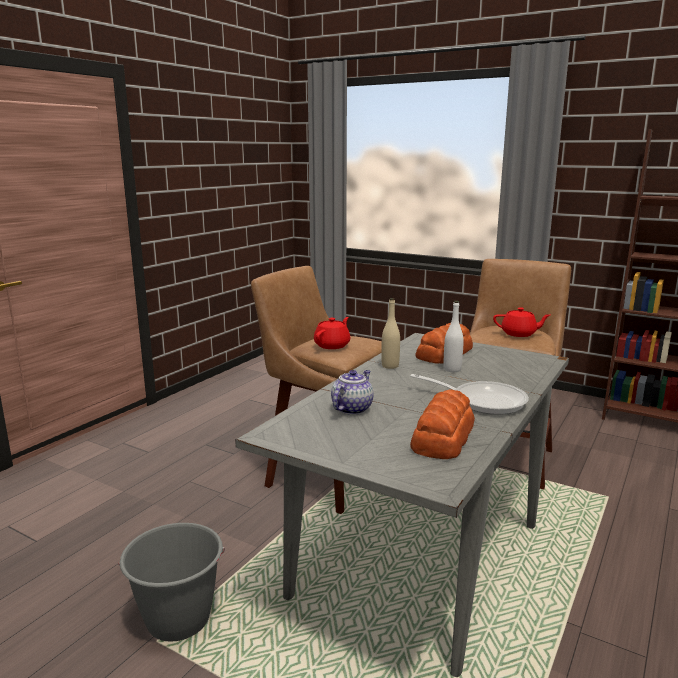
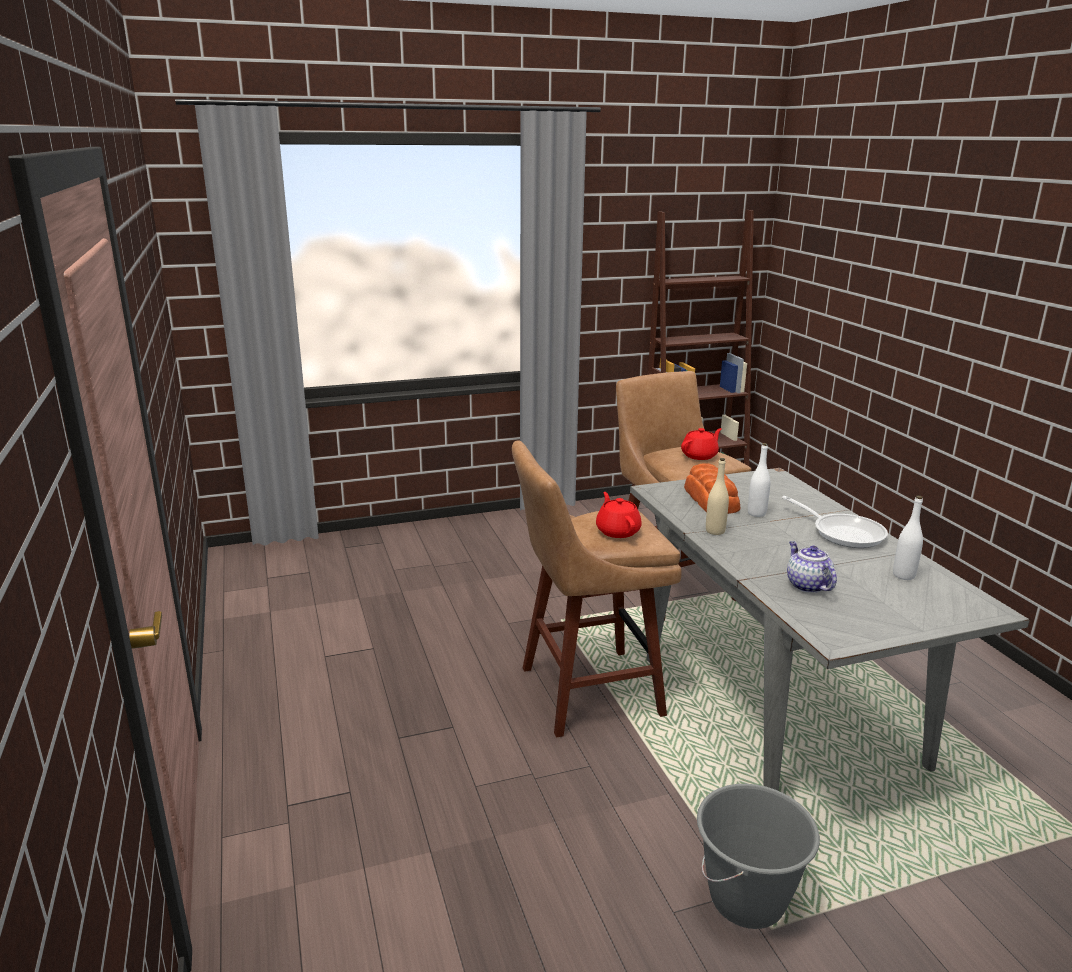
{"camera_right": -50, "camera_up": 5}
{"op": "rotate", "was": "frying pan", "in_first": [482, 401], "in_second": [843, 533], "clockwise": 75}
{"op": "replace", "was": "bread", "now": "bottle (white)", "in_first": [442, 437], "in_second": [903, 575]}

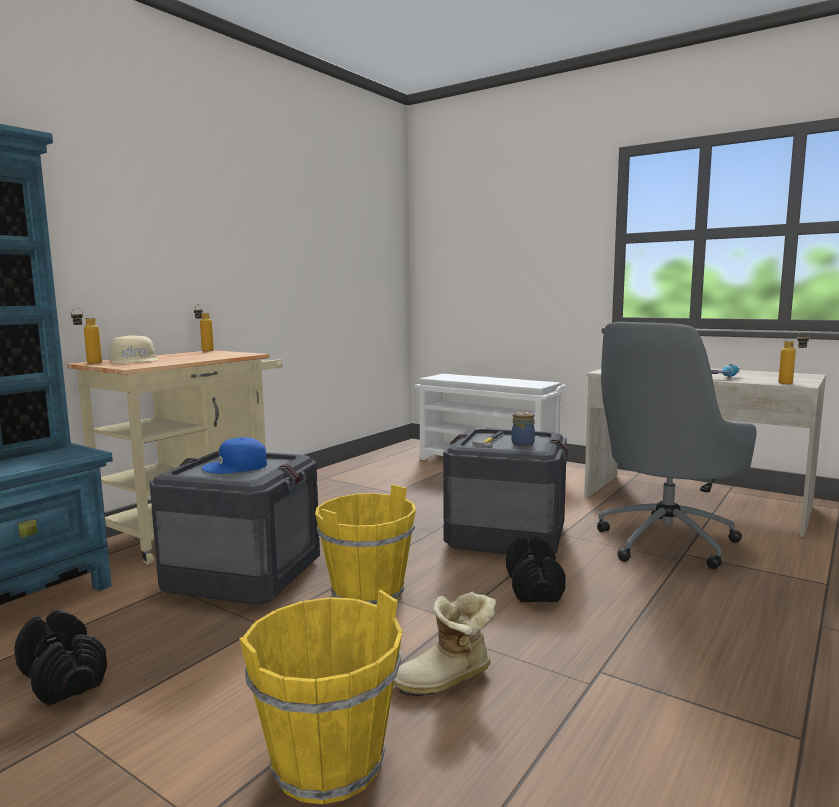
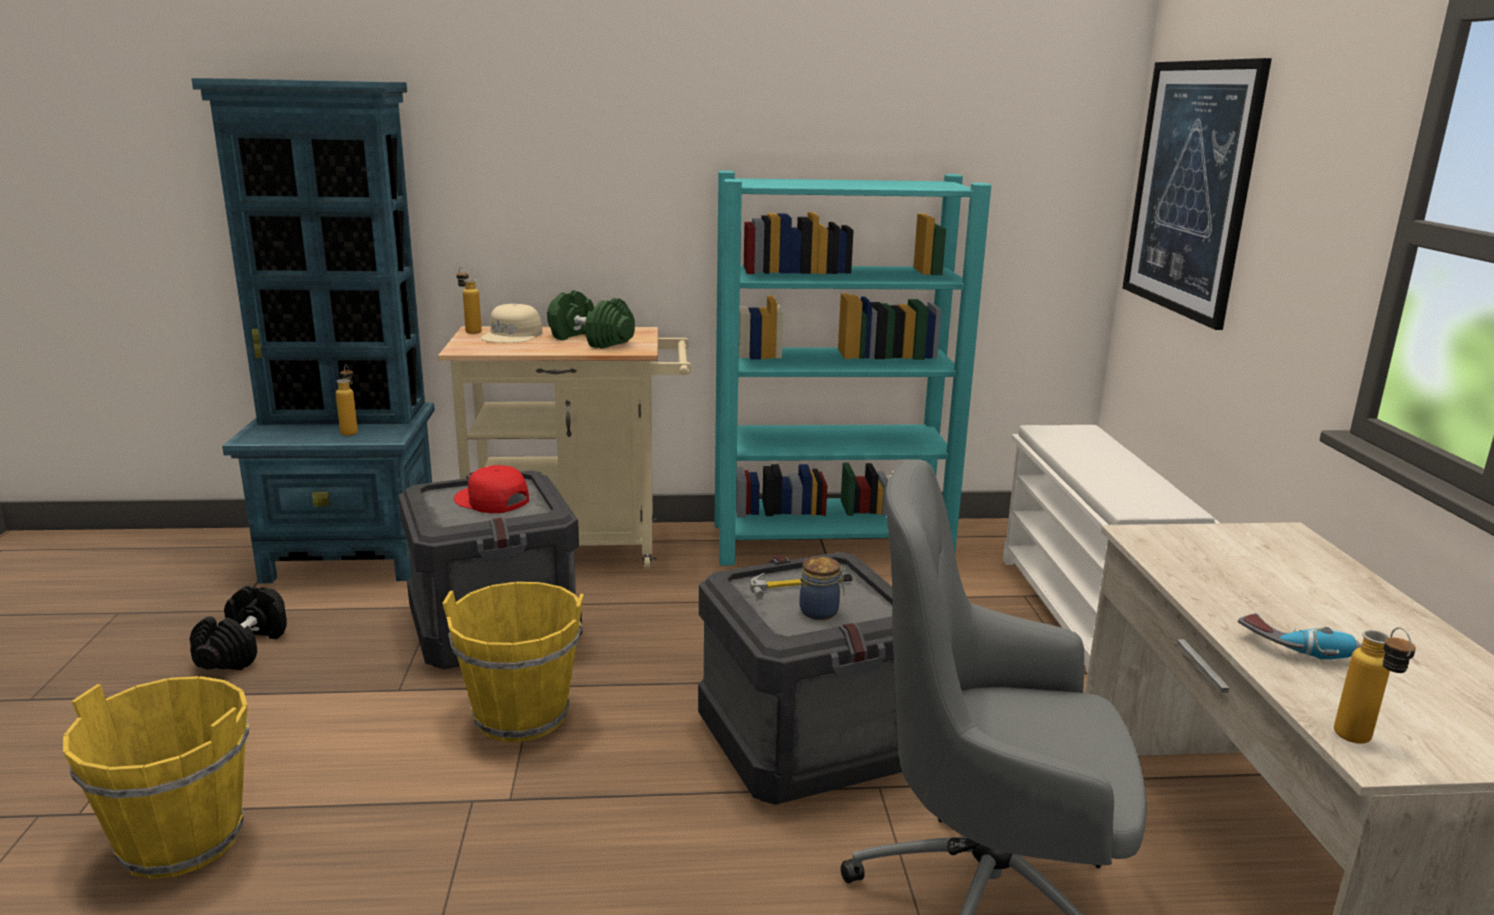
{"camera_right": 50, "camera_up": 10}
{"op": "move", "was": "bottle", "in_first": [204, 350], "in_second": [350, 431]}
{"op": "recolor", "was": "cap (blue)", "now": "cap (red)", "in_first": [236, 466], "in_second": [491, 500]}
{"op": "delete", "was": "boot", "in_first": [447, 680]}
{"op": "delete", "was": "dumbbell (black)", "in_first": [534, 587]}
{"op": "insert", "now": "dumbbell (green)", "in_second": [590, 340]}
{"op": "insert", "now": "bookcase (turquoise)", "in_second": [830, 541]}
{"op": "insert", "now": "picture", "in_second": [1190, 188]}

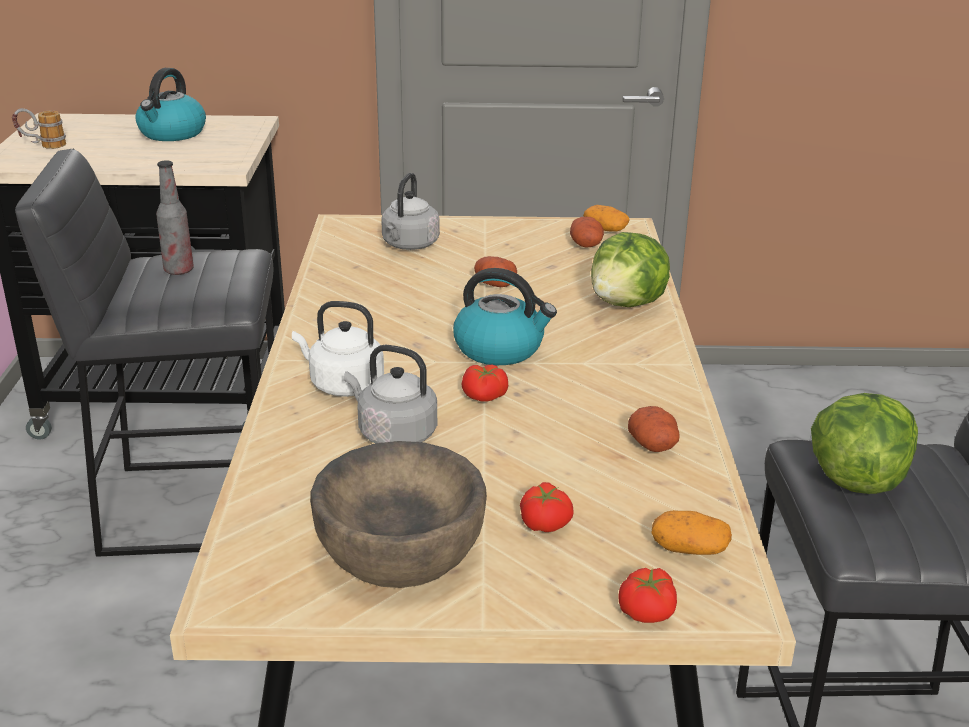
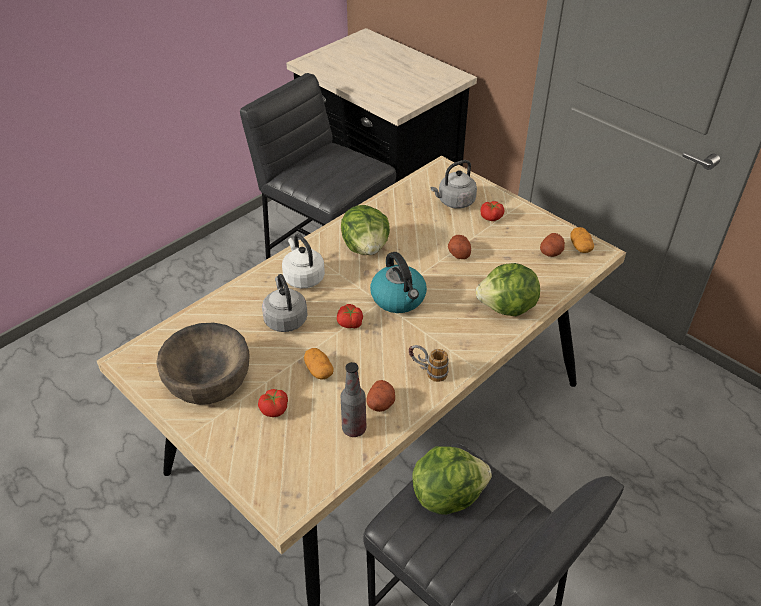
{"camera_right": 45, "camera_up": 15}
{"op": "move", "was": "mug", "in_first": [42, 146], "in_second": [427, 372]}
{"op": "delete", "was": "kettle", "in_first": [172, 133]}
{"op": "move", "was": "bottle", "in_first": [179, 270], "in_second": [354, 428]}
{"op": "move", "was": "tomato", "in_first": [648, 611], "in_second": [491, 217]}
{"op": "move", "was": "potato", "in_first": [689, 549], "in_second": [318, 370]}
{"op": "insert", "now": "lettuce", "in_second": [366, 248]}

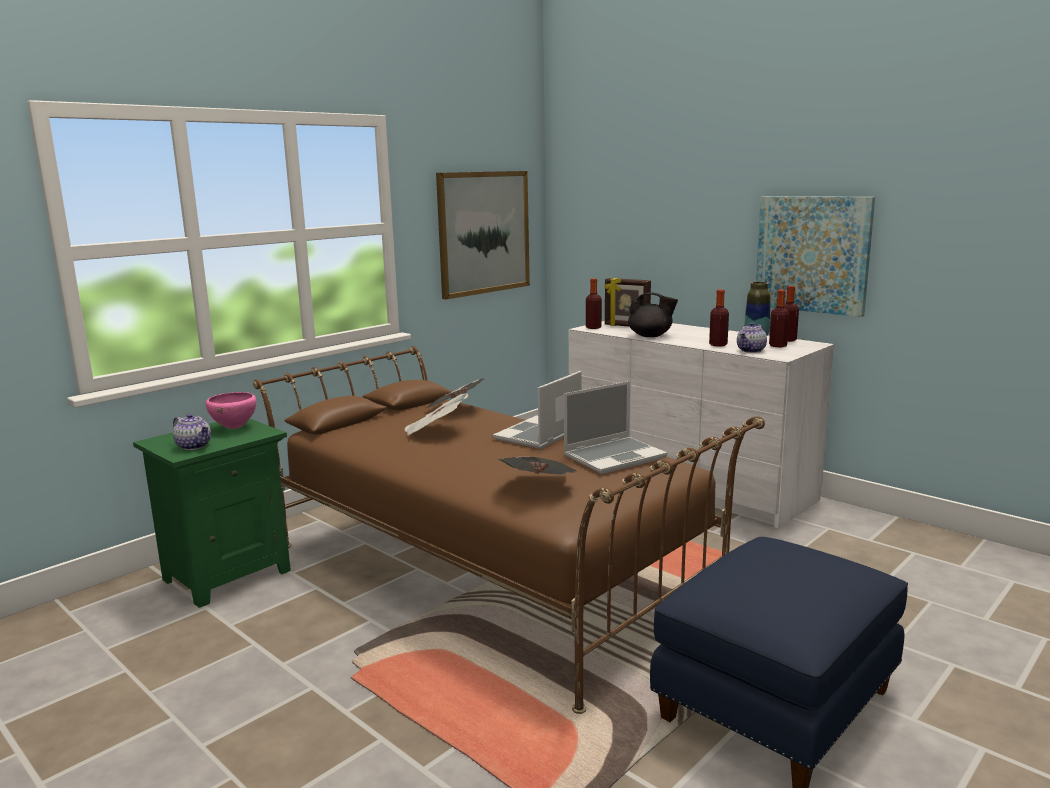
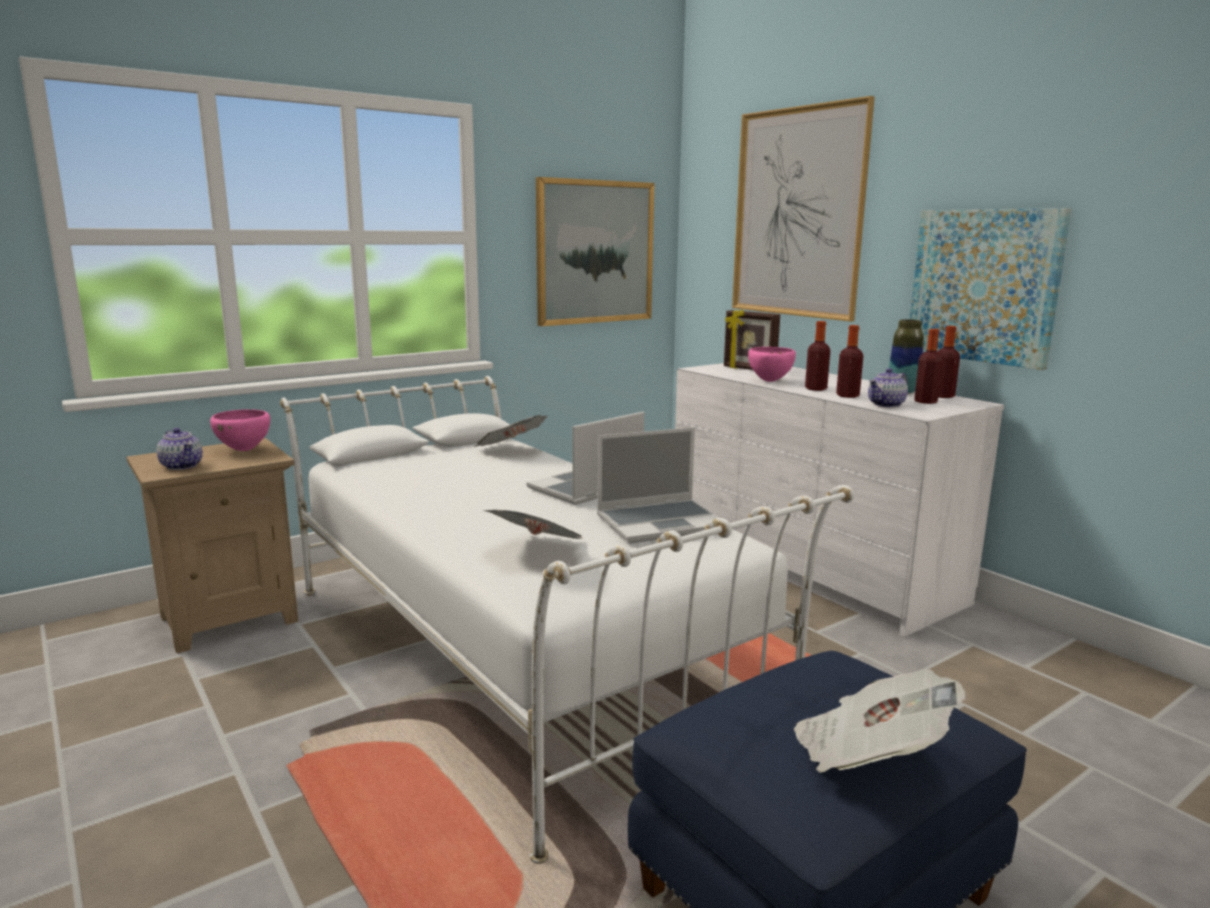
{"camera_right": 10, "camera_up": 0}
{"op": "recolor", "was": "nightstand (green)", "now": "nightstand (beige)", "in_first": [230, 575], "in_second": [231, 619]}
{"op": "recolor", "was": "bed (brown)", "now": "bed (white)", "in_first": [486, 573], "in_second": [514, 652]}
{"op": "move", "was": "newspaper", "in_first": [435, 432], "in_second": [869, 754]}
{"op": "move", "was": "bottle", "in_first": [593, 327], "in_second": [815, 389]}
{"op": "replace", "was": "teapot (black)", "now": "bowl (pink)", "in_first": [651, 336], "in_second": [770, 381]}
{"op": "insert", "now": "picture", "in_second": [797, 213]}

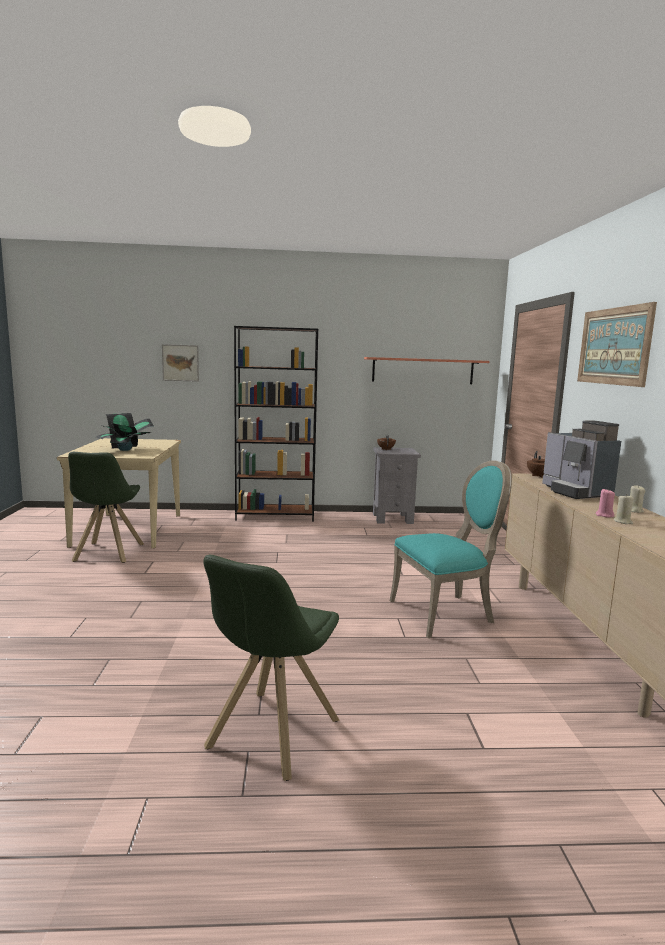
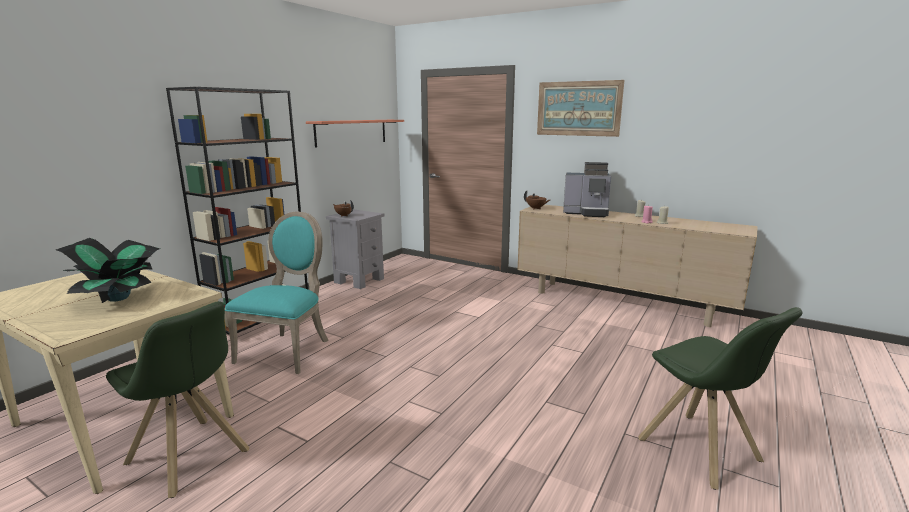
{"camera_right": -55, "camera_up": 5}
{"op": "delete", "was": "picture", "in_first": [180, 363]}
{"op": "move", "was": "chair (turquoise)", "in_first": [446, 613], "in_second": [288, 350]}

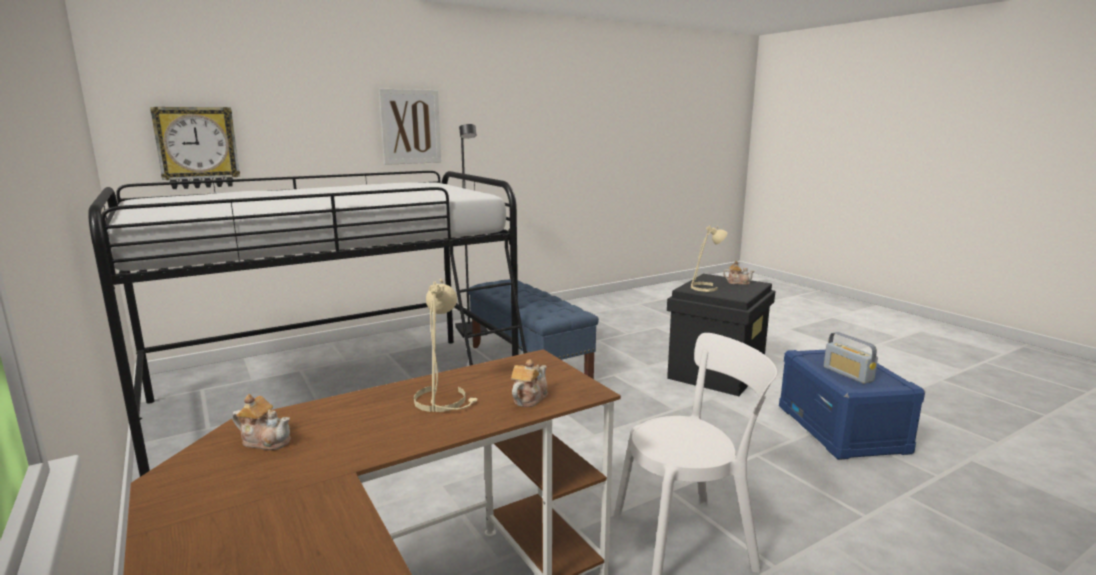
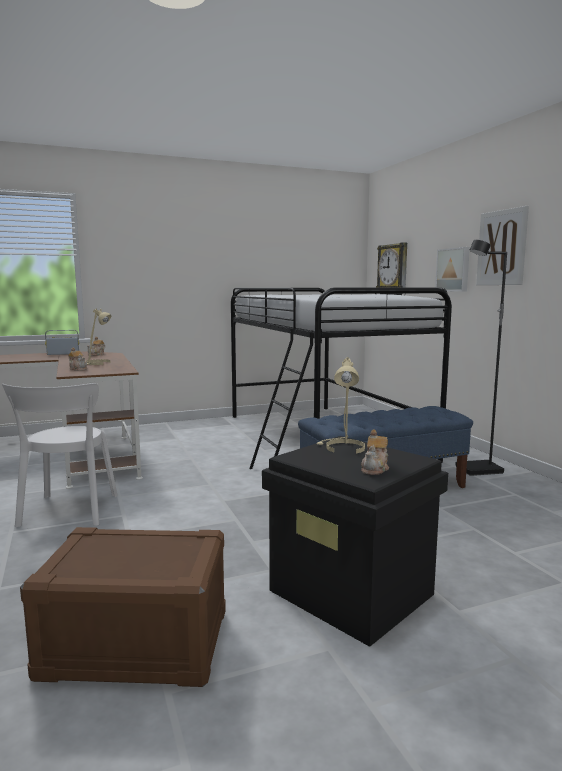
{"camera_right": 100, "camera_up": -5}
{"op": "recolor", "was": "storage box (blue)", "now": "storage box (brown)", "in_first": [842, 429], "in_second": [135, 645]}
{"op": "move", "was": "radio", "in_first": [848, 374], "in_second": [63, 354]}
{"op": "insert", "now": "picture", "in_second": [453, 270]}

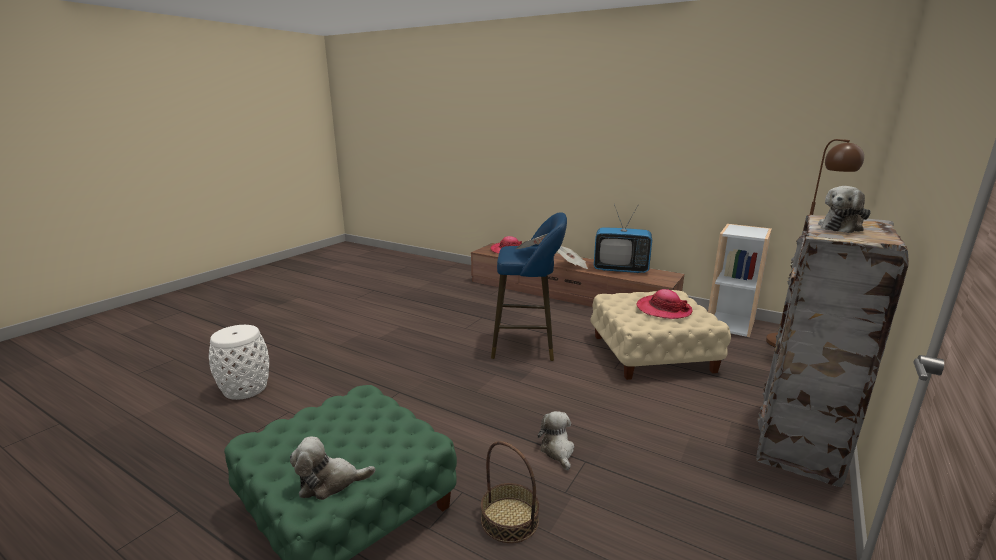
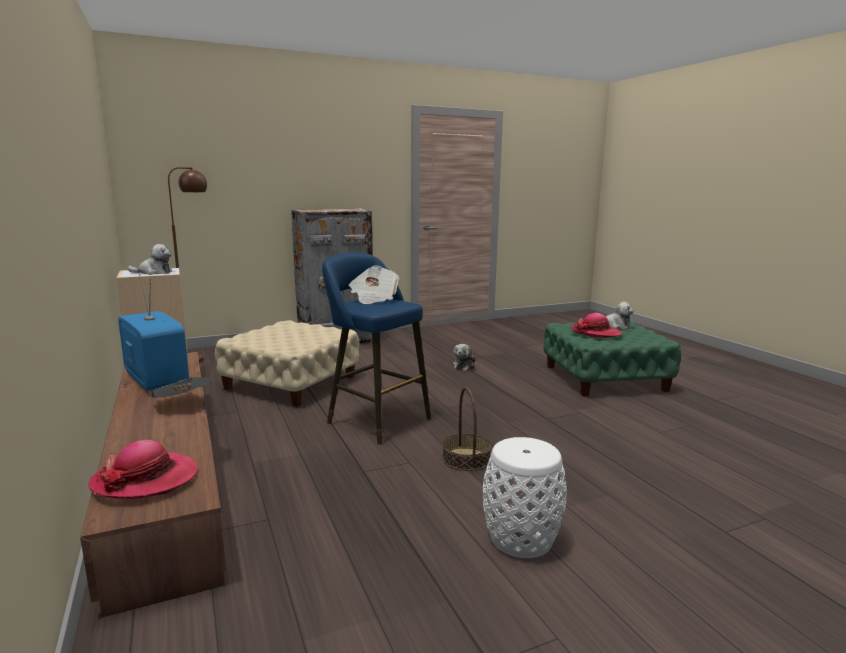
{"camera_right": -145, "camera_up": -5}
{"op": "move", "was": "stool (white)", "in_first": [245, 389], "in_second": [521, 539]}
{"op": "move", "was": "basket", "in_first": [510, 519], "in_second": [466, 459]}
{"op": "move", "was": "hat", "in_first": [663, 309], "in_second": [595, 333]}
{"op": "move", "was": "plush toy", "in_first": [841, 227], "in_second": [153, 272]}

